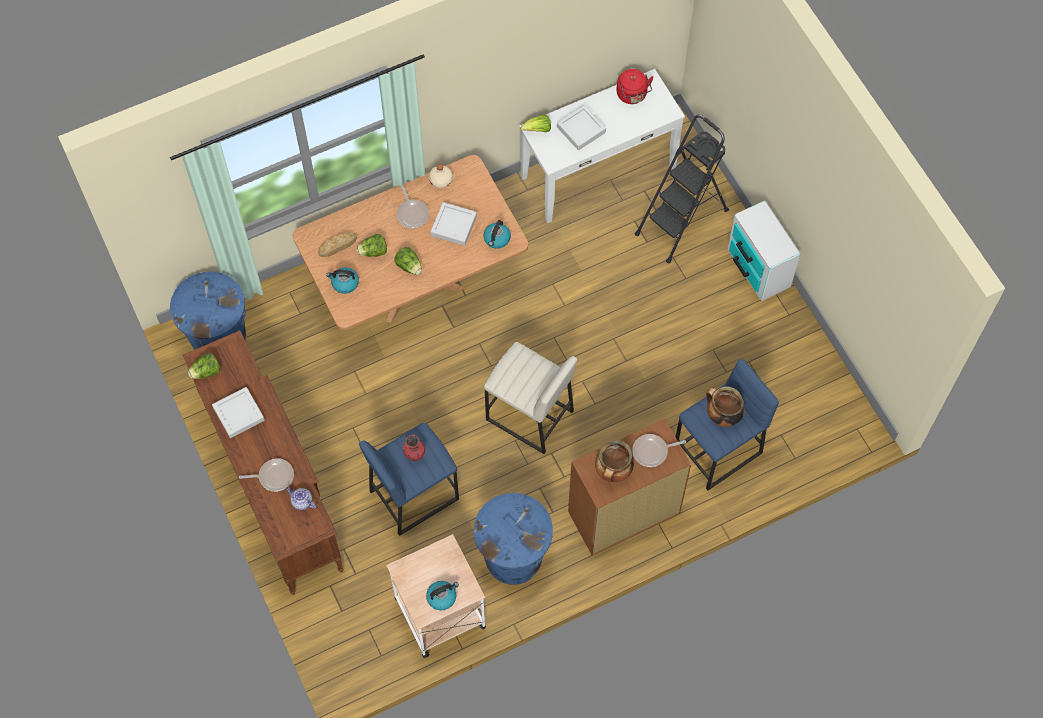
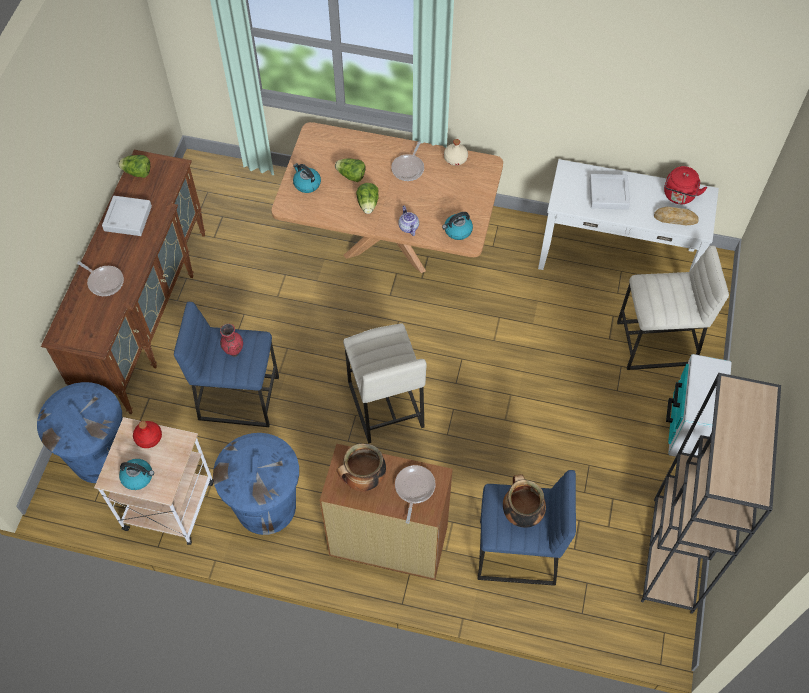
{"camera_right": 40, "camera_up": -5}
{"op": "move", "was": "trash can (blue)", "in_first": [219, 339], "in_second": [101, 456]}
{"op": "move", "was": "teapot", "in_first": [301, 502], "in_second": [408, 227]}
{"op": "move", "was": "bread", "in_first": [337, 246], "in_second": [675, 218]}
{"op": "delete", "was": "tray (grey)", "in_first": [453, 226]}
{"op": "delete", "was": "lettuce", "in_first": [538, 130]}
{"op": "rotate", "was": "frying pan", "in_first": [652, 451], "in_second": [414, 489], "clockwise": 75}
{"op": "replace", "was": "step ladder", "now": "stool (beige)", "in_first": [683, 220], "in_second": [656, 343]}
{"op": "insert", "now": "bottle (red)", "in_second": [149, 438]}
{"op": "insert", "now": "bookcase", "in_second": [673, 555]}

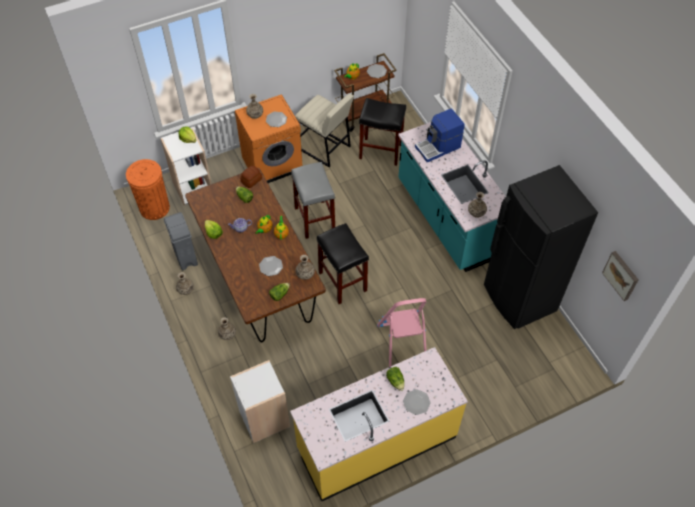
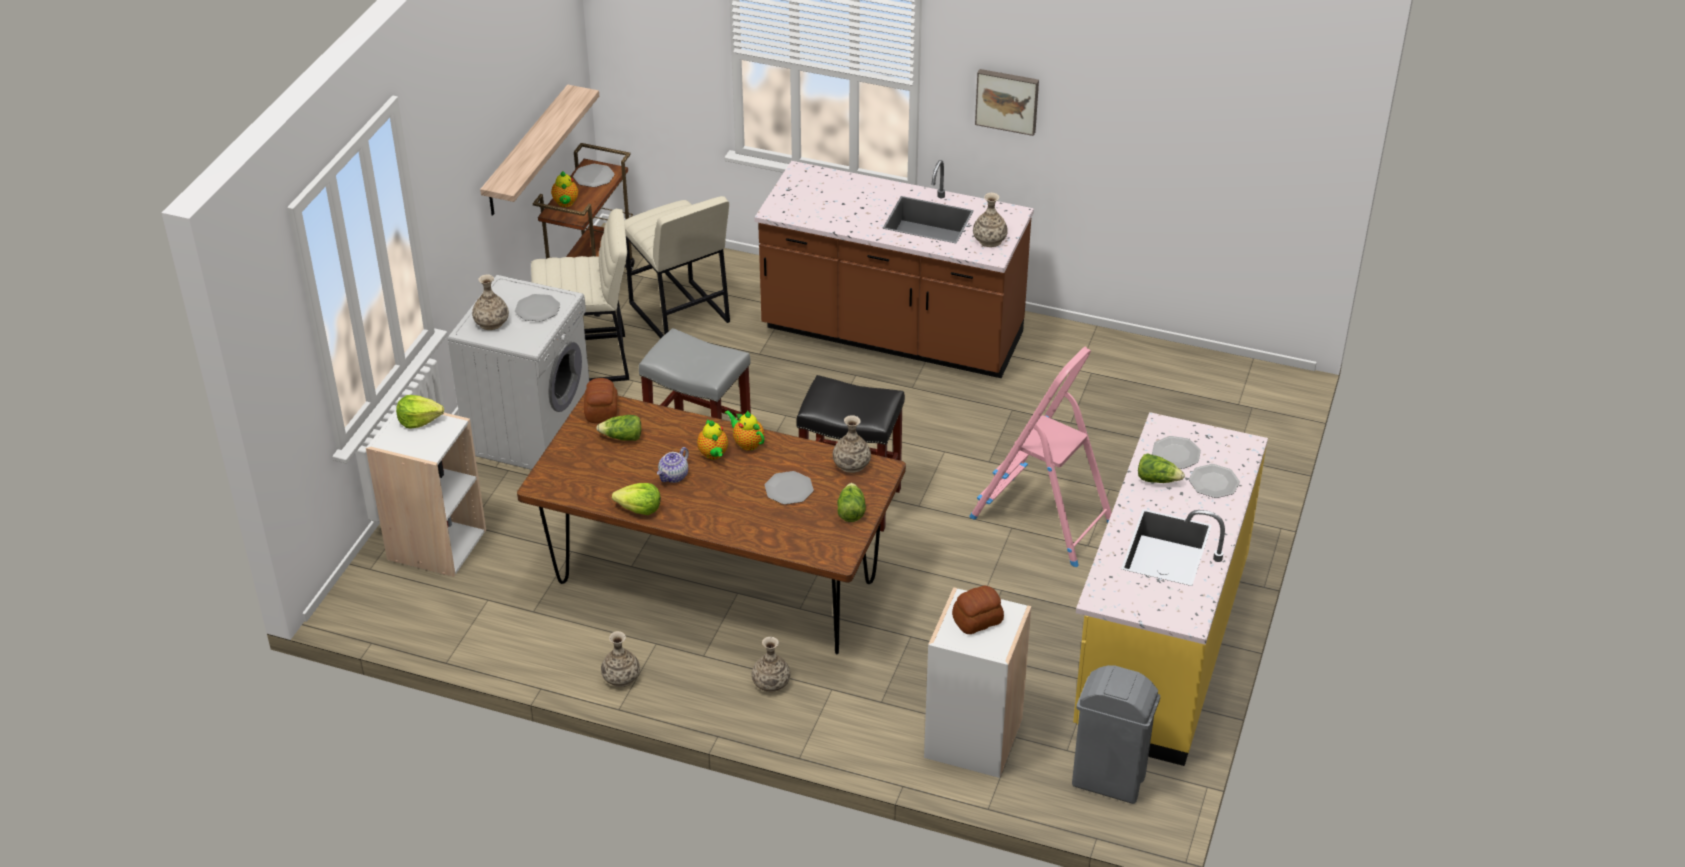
{"camera_right": -45, "camera_up": -15}
{"op": "delete", "was": "trash can (orange)", "in_first": [154, 208]}
{"op": "move", "was": "trash can (grey)", "in_first": [186, 257], "in_second": [1107, 780]}
{"op": "recolor", "was": "washing machine (orange)", "now": "washing machine (white)", "in_first": [273, 165], "in_second": [532, 431]}
{"op": "replace", "was": "stool (black)", "now": "chair (beige)", "in_first": [380, 151], "in_second": [680, 314]}
{"op": "recolor", "was": "counter (turquoise)", "now": "counter (brown)", "in_first": [447, 219], "in_second": [892, 335]}
{"op": "delete", "was": "coffee machine", "in_first": [438, 147]}
{"op": "delete", "was": "fridge (black)", "in_first": [519, 298]}
{"op": "move", "was": "picture", "in_first": [621, 275], "in_second": [1007, 100]}
{"op": "insert", "now": "shelf", "in_second": [527, 152]}
{"op": "insert", "now": "bread", "in_second": [978, 620]}
{"op": "insert", "now": "plate", "in_second": [1176, 454]}

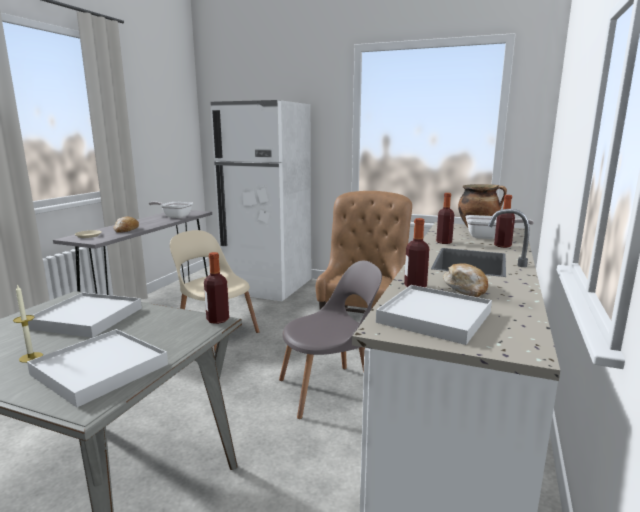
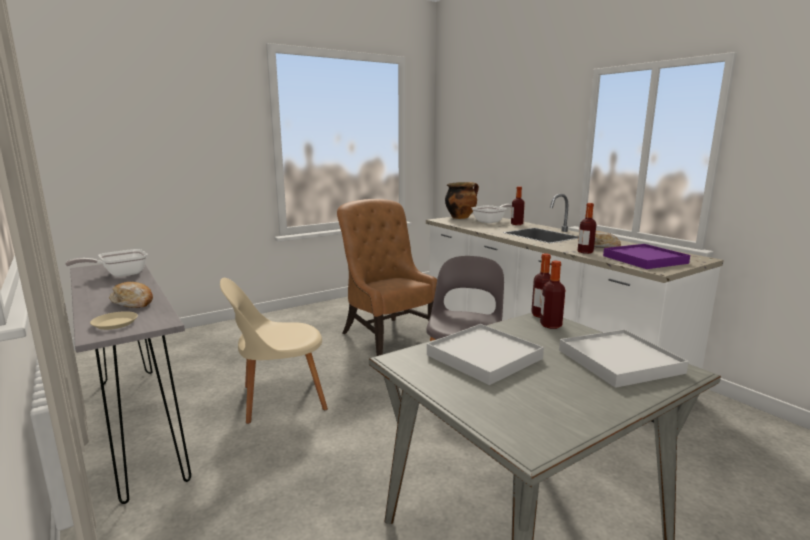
{"camera_right": -55, "camera_up": 0}
{"op": "delete", "was": "candle", "in_first": [31, 357]}
{"op": "delete", "was": "fridge (white)", "in_first": [269, 285]}
{"op": "recolor", "was": "tray (white)", "now": "tray (purple)", "in_first": [434, 317], "in_second": [644, 259]}
{"op": "move", "was": "bottle", "in_first": [444, 242], "in_second": [550, 325]}

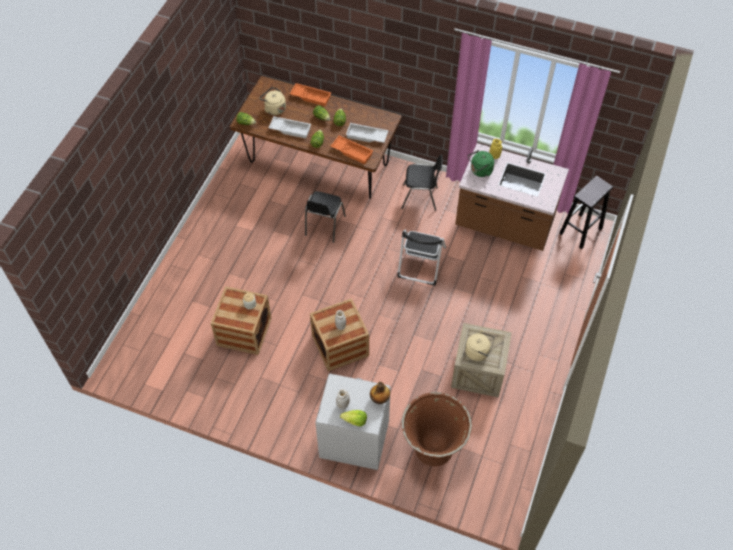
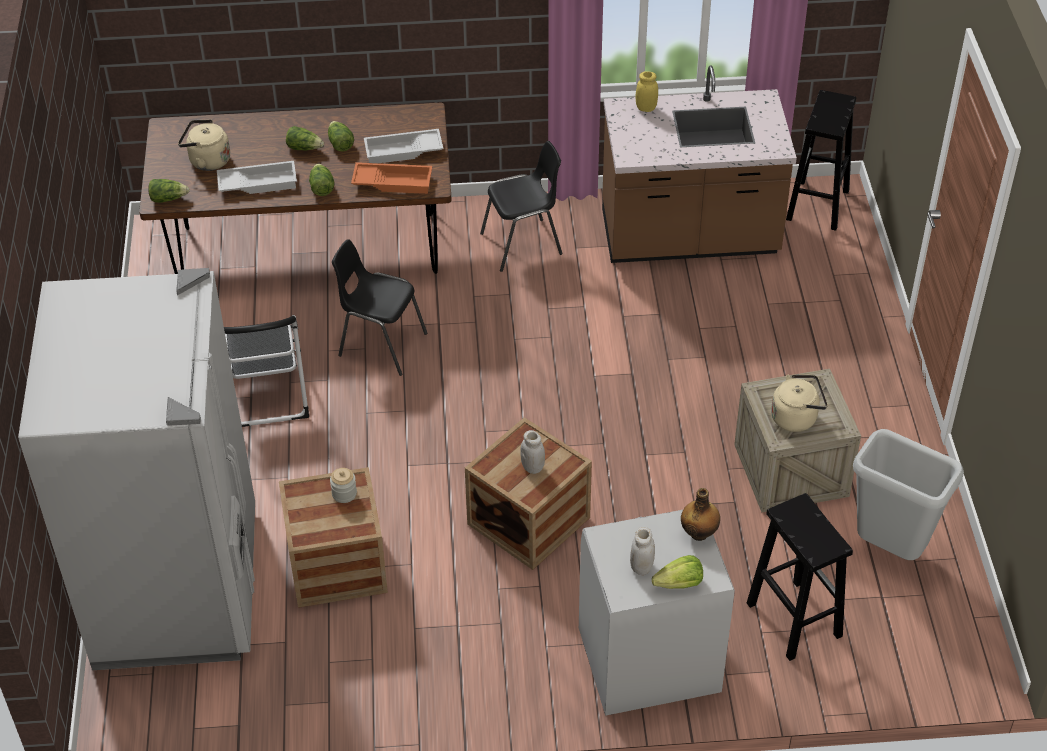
{"camera_right": -25, "camera_up": -10}
{"op": "delete", "was": "tray (orange)", "in_first": [311, 96]}
{"op": "rotate", "was": "chair (black)", "in_first": [324, 226], "in_second": [380, 344], "clockwise": 120}
{"op": "move", "was": "step ladder", "in_first": [421, 263], "in_second": [266, 392]}
{"op": "replace", "was": "planter (brown)", "now": "stool (black)", "in_first": [432, 448], "in_second": [792, 618]}
{"op": "delete", "was": "kettle (green)", "in_first": [480, 171]}
{"op": "insert", "now": "fridge (white)", "in_second": [179, 585]}
{"op": "insert", "now": "trash can (grey)", "in_second": [890, 549]}

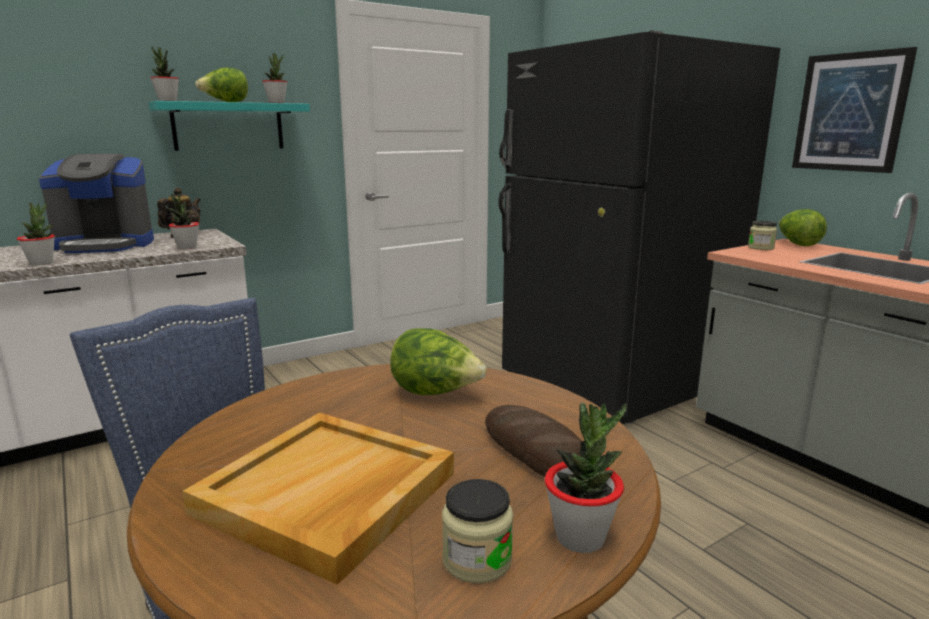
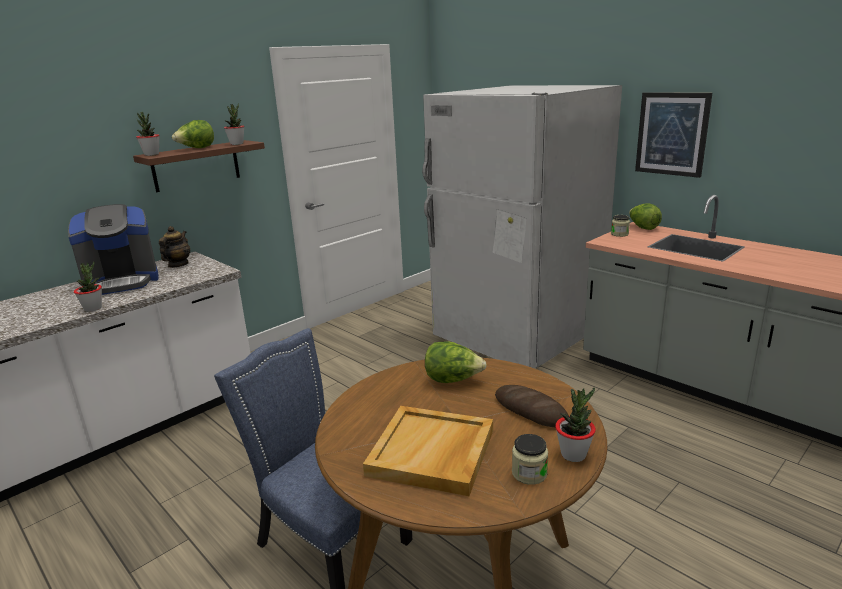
{"camera_right": -10, "camera_up": 5}
{"op": "recolor", "was": "shelf (turquoise)", "now": "shelf (brown)", "in_first": [228, 126], "in_second": [196, 166]}
{"op": "delete", "was": "potted plant", "in_first": [187, 247]}
{"op": "recolor", "was": "fridge (black)", "now": "fridge (white)", "in_first": [613, 380], "in_second": [518, 333]}

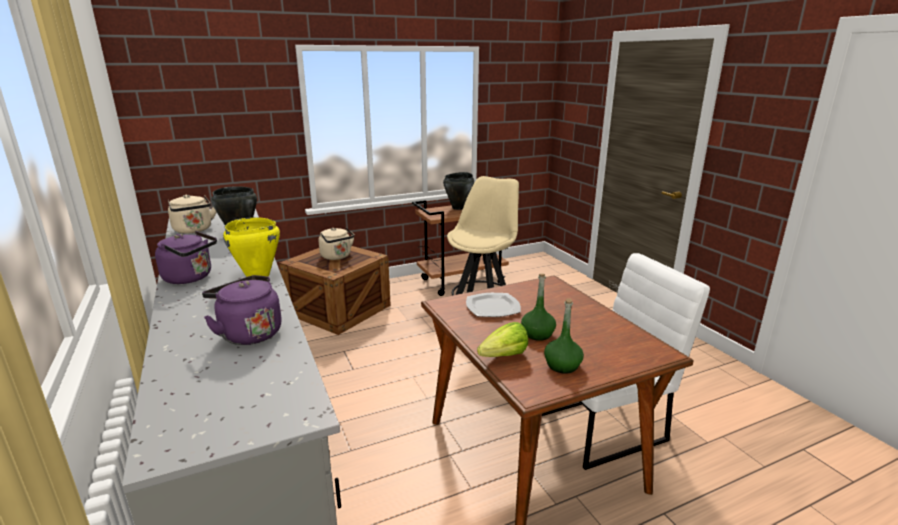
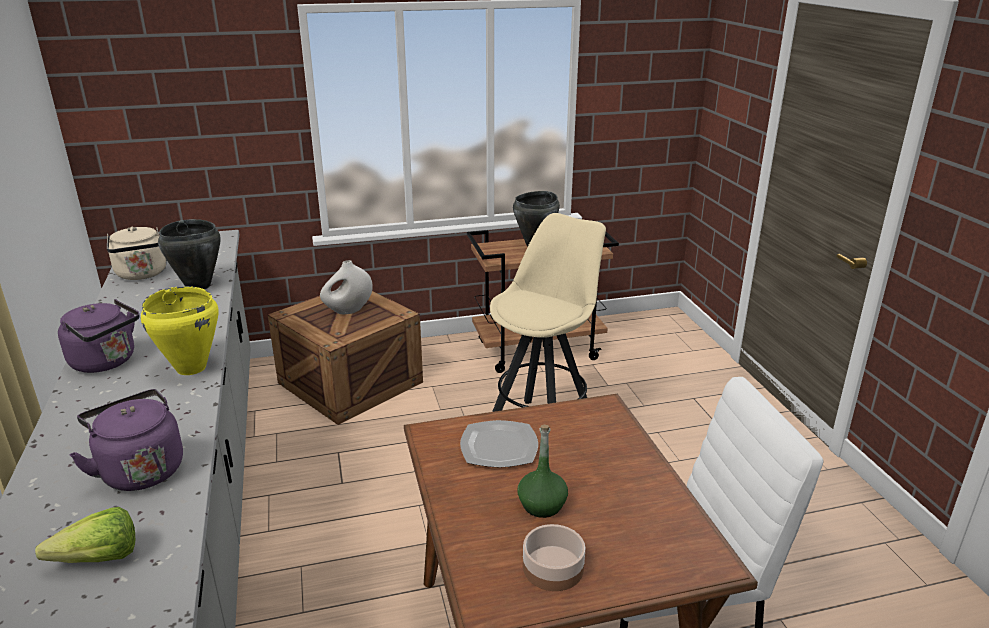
{"camera_right": 10, "camera_up": 5}
{"op": "replace", "was": "kettle (beige)", "now": "vase (white)", "in_first": [337, 257], "in_second": [348, 311]}
{"op": "move", "was": "lettuce", "in_first": [499, 357], "in_second": [91, 560]}
{"op": "replace", "was": "bottle (green)", "now": "bowl", "in_first": [562, 365], "in_second": [552, 568]}

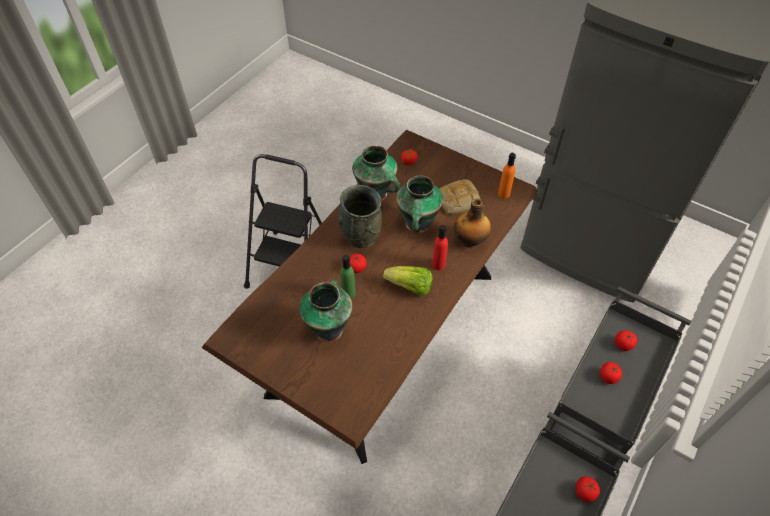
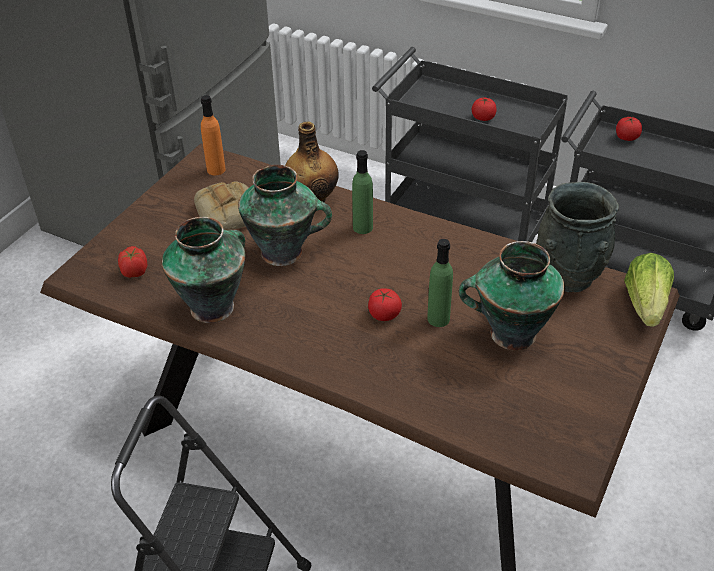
{"camera_right": -95, "camera_up": -10}
{"op": "move", "was": "vase (grey)", "in_first": [360, 237], "in_second": [568, 277]}
{"op": "move", "was": "lettuce", "in_first": [410, 287], "in_second": [645, 304]}
{"op": "recolor", "was": "bottle (red)", "now": "bottle (green)", "in_first": [438, 264], "in_second": [362, 227]}
{"op": "delete", "was": "tomato", "in_first": [623, 344]}

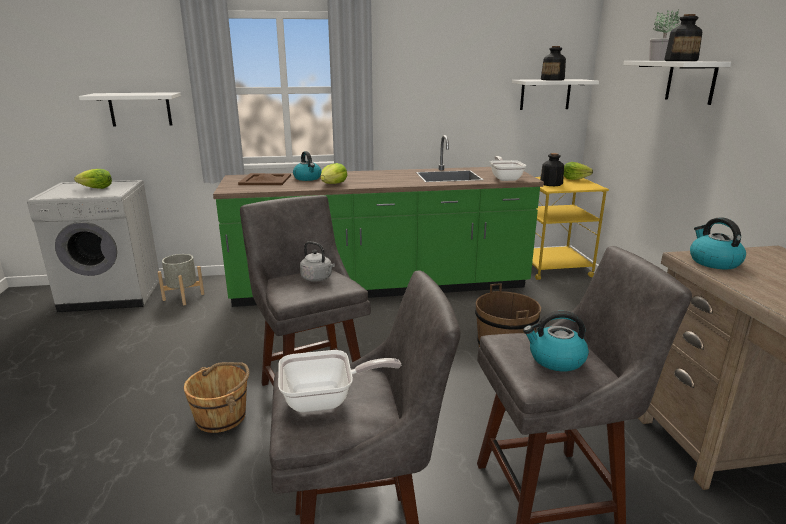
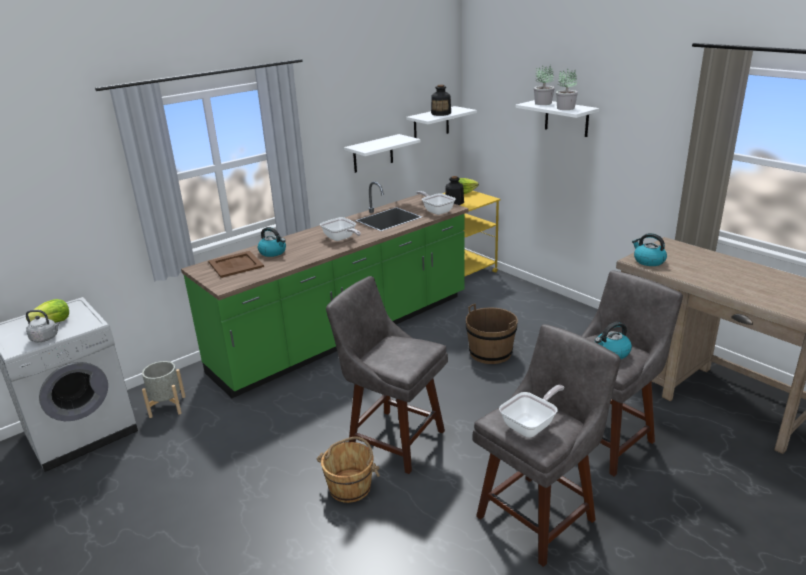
{"camera_right": -30, "camera_up": 5}
{"op": "move", "was": "shelf (white)", "in_first": [140, 109], "in_second": [373, 153]}
{"op": "move", "was": "kettle (grey)", "in_first": [318, 278], "in_second": [46, 338]}
{"op": "delete", "was": "lettuce", "in_first": [333, 184]}
{"op": "replace", "was": "bottle", "now": "potted plant", "in_first": [681, 61], "in_second": [565, 108]}
{"op": "insert", "now": "frying pan", "in_second": [341, 239]}

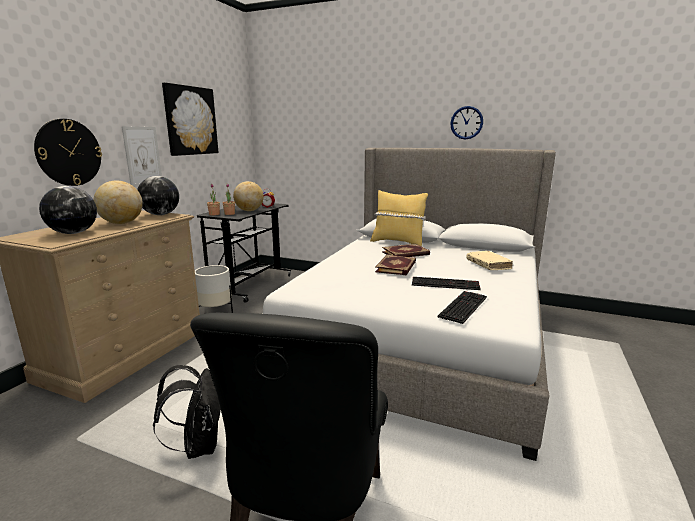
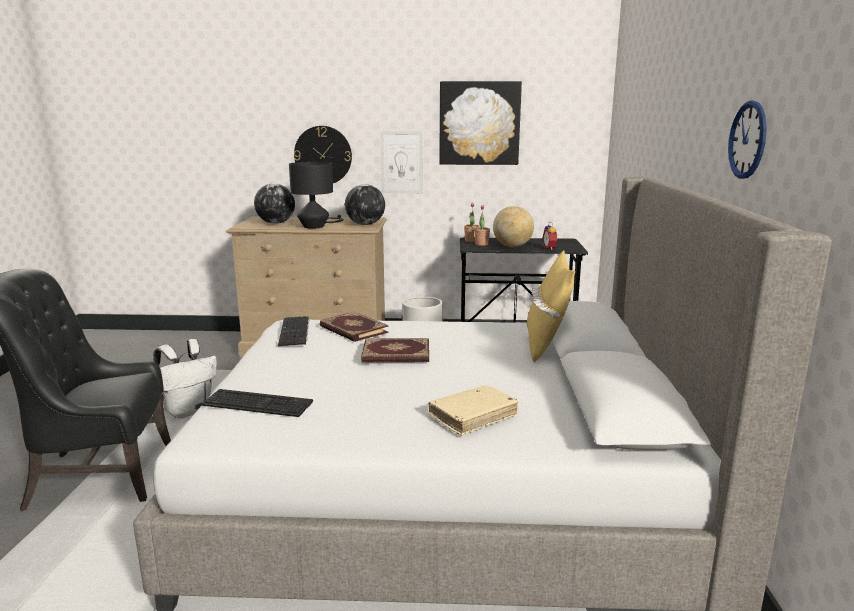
{"camera_right": 70, "camera_up": 0}
{"op": "replace", "was": "globe", "now": "table lamp (black)", "in_first": [122, 223], "in_second": [319, 224]}
{"op": "recolor", "was": "backpack (black)", "now": "backpack (white)", "in_first": [198, 445], "in_second": [189, 411]}
{"op": "move", "was": "book", "in_first": [406, 253], "in_second": [353, 330]}
{"op": "move", "was": "keyboard", "in_first": [446, 283], "in_second": [295, 331]}

